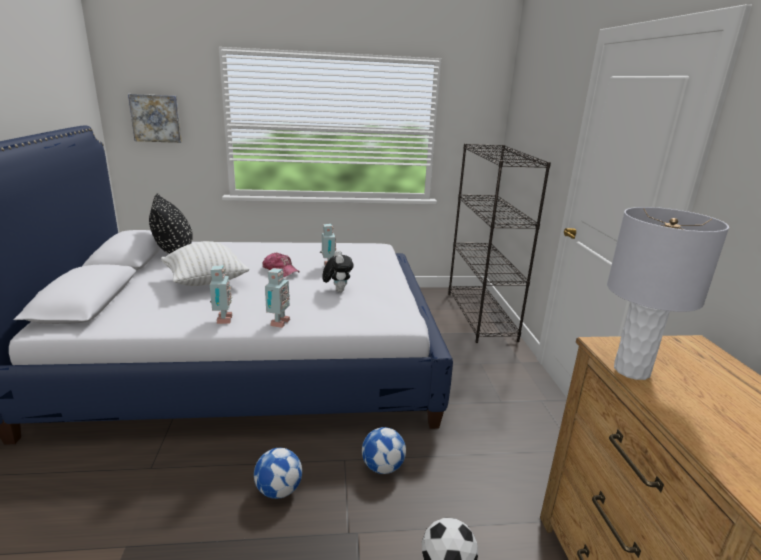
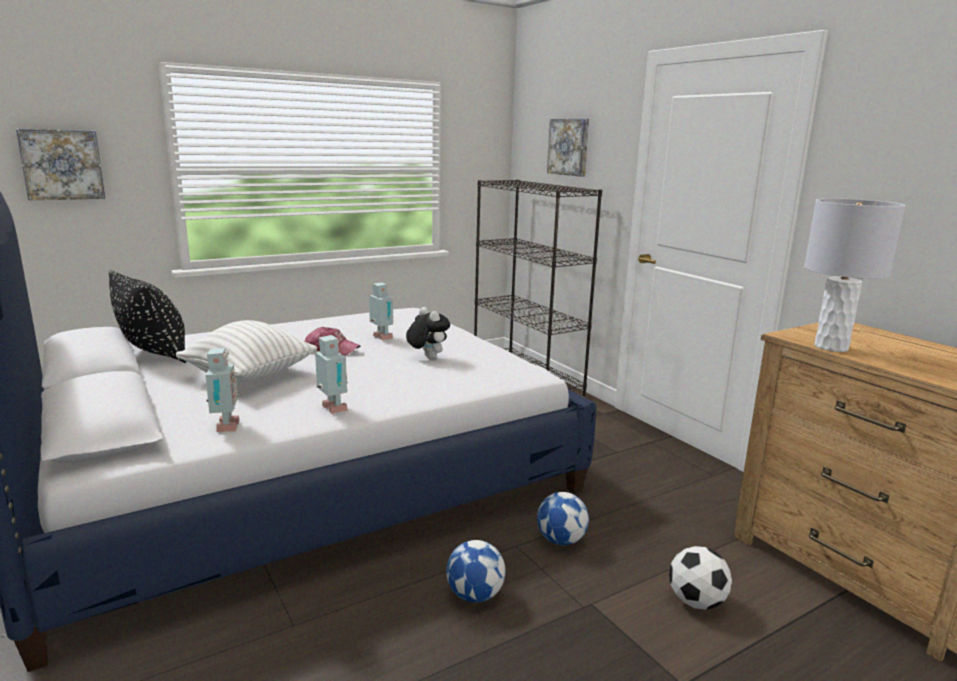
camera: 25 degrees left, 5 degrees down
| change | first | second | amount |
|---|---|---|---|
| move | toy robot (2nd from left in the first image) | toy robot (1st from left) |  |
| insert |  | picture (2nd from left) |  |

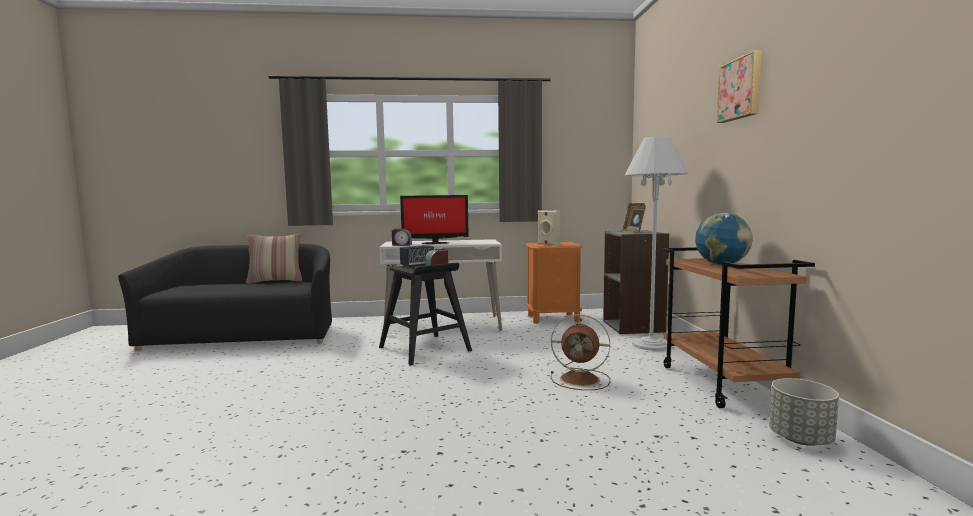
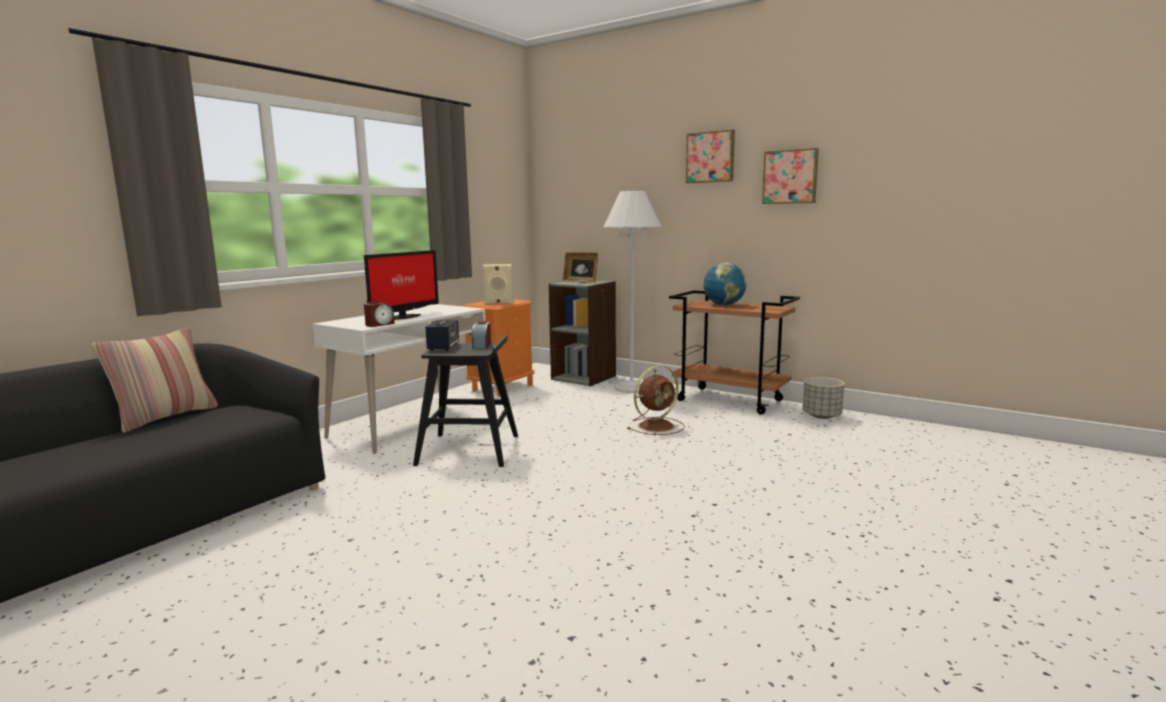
camera: 50 degrees left, 5 degrees up
| change | first | second | amount |
|---|---|---|---|
| insert |  | picture (2nd from left) |  |

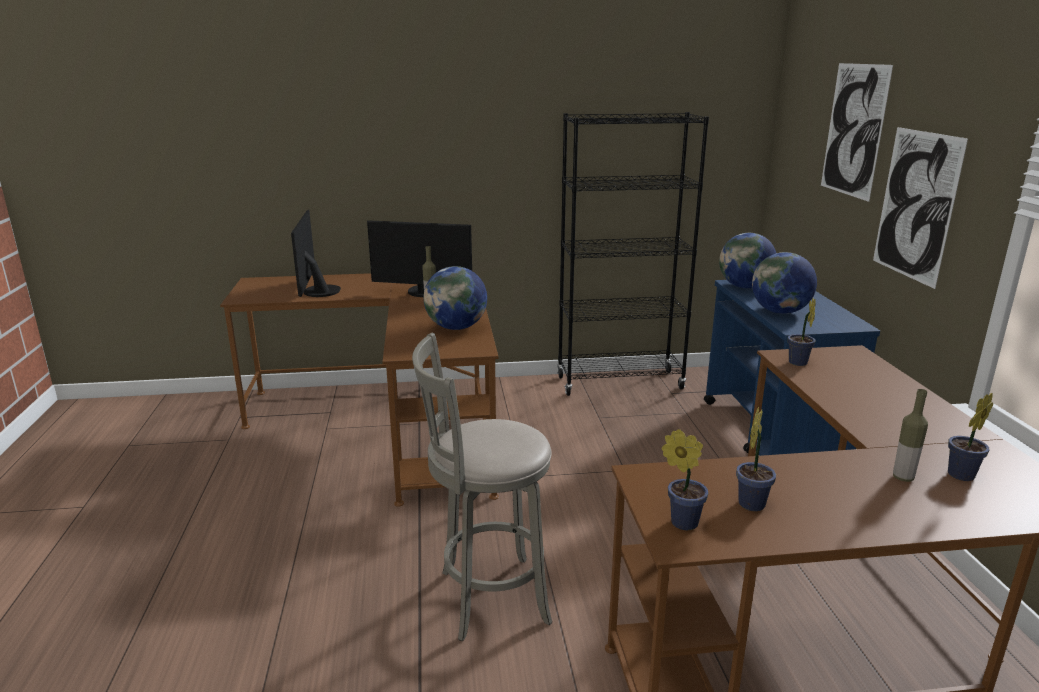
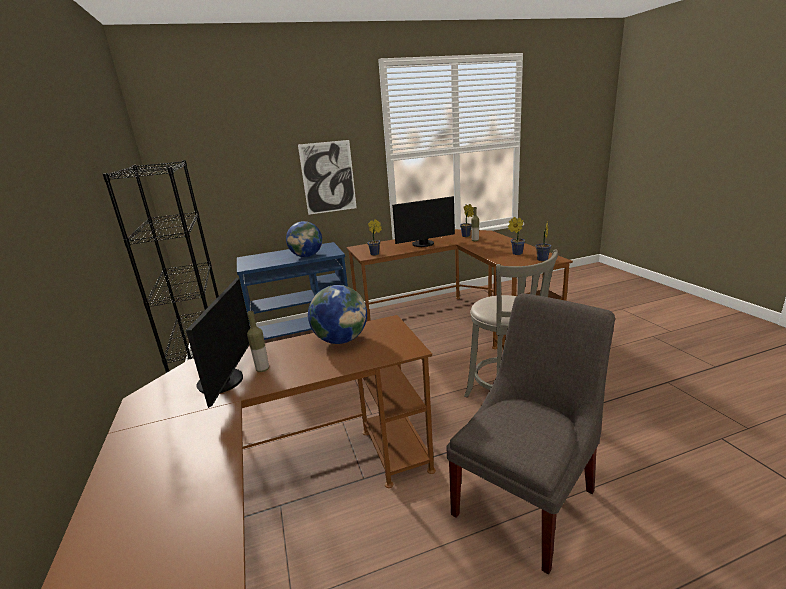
camera: 100 degrees left, 0 degrees up
| change | first | second | amount |
|---|---|---|---|
| delete | picture (1st from left) |  |  |
| move | monitor (1st from left in the first image) | monitor (2nd from left) |  |
| delete | globe (2nd from left) |  |  |
| insert |  | grey chair |  |

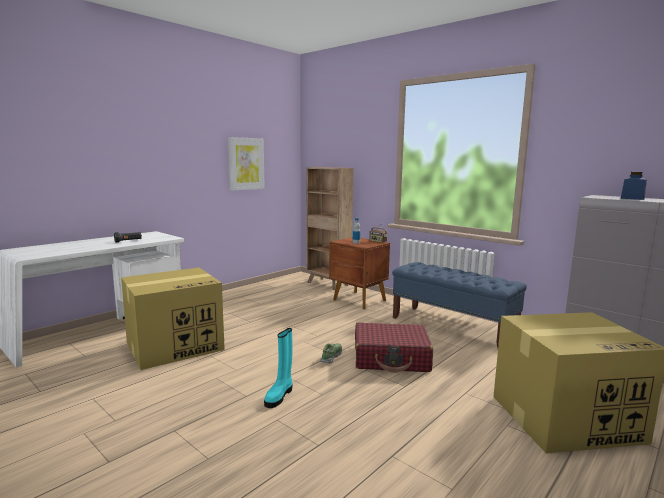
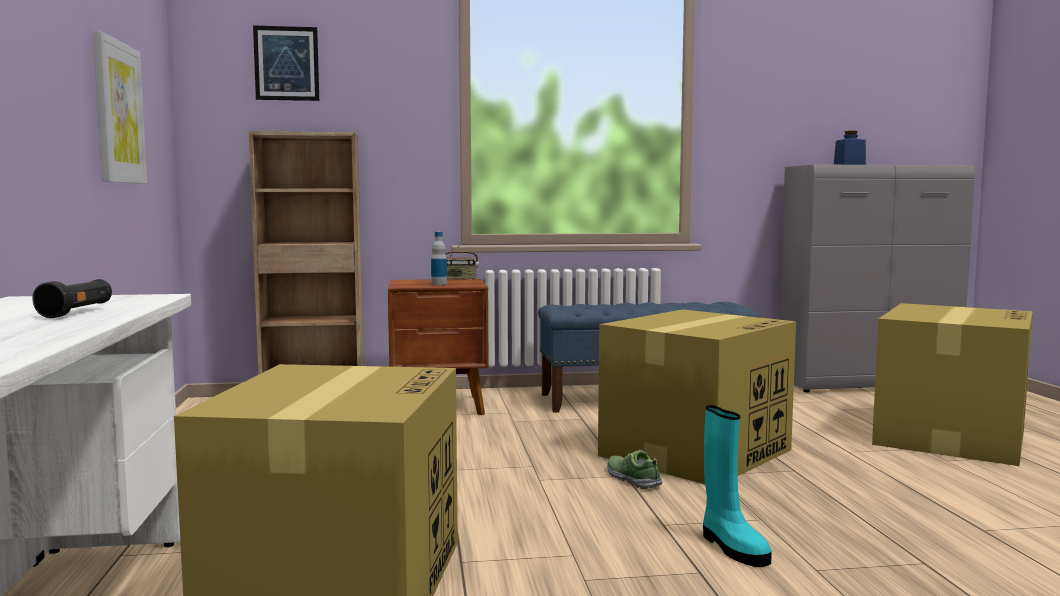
camera: 50 degrees left, 5 degrees down
| change | first | second | amount |
|---|---|---|---|
| replace | red suitcase | cardboard box (2nd from left) |  |
| insert |  | picture (2nd from left) |  |

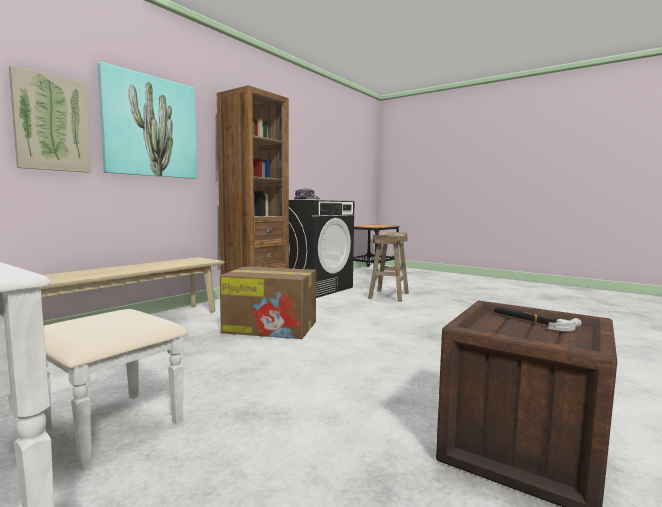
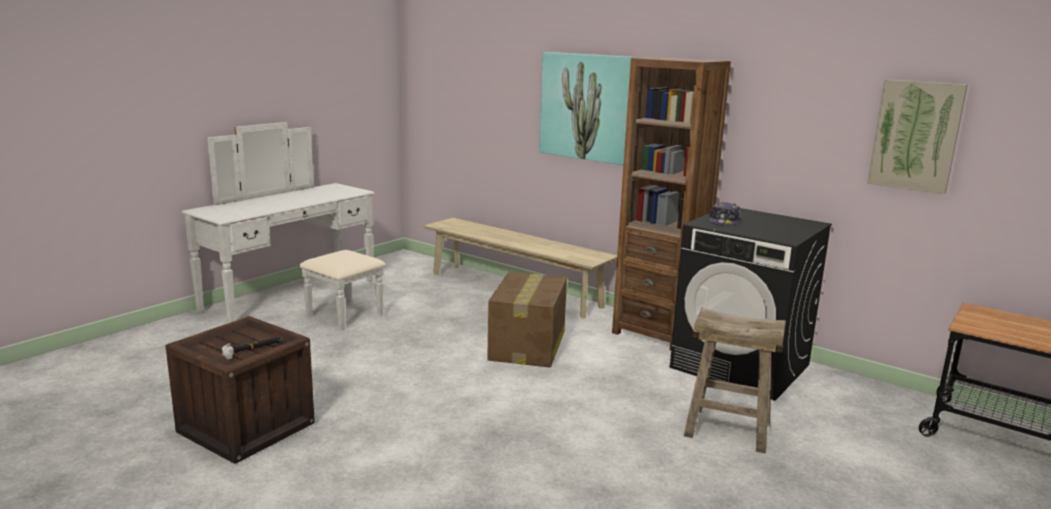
camera: 90 degrees right, 10 degrees up
| change | first | second | amount |
|---|---|---|---|
| move | picture (1st from left in the first image) | picture (2nd from left) |  |

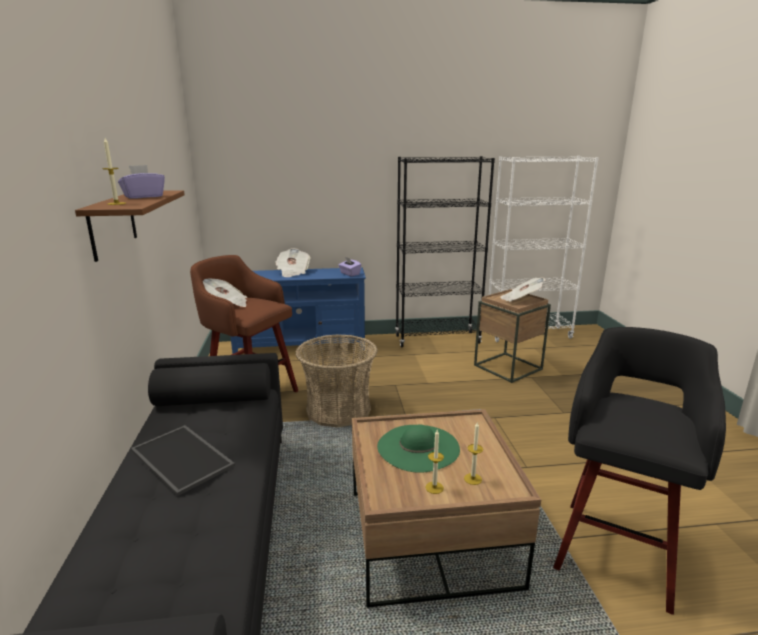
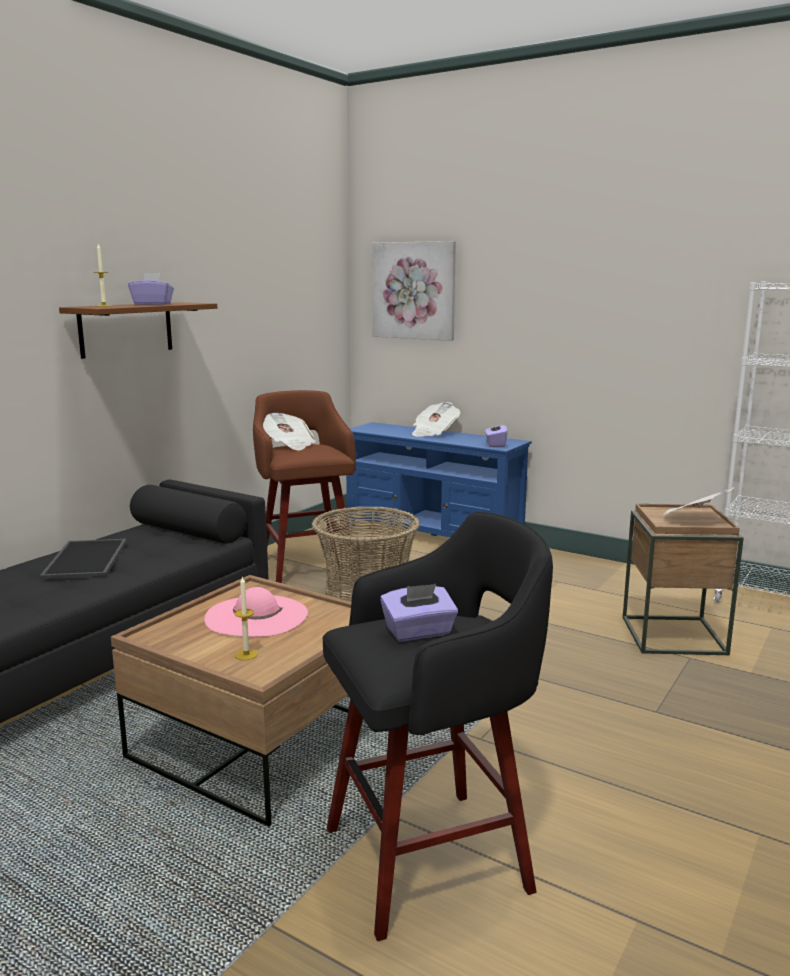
camera: 40 degrees right, 5 degrees down
| change | first | second | amount |
|---|---|---|---|
| delete | black bookcase |  |  |
| recolor | green hat | pink hat |  |
| delete | candle (2nd from left) |  |  |
| insert |  | picture |  |
| insert |  | purple tissue box (2nd from left) |  |

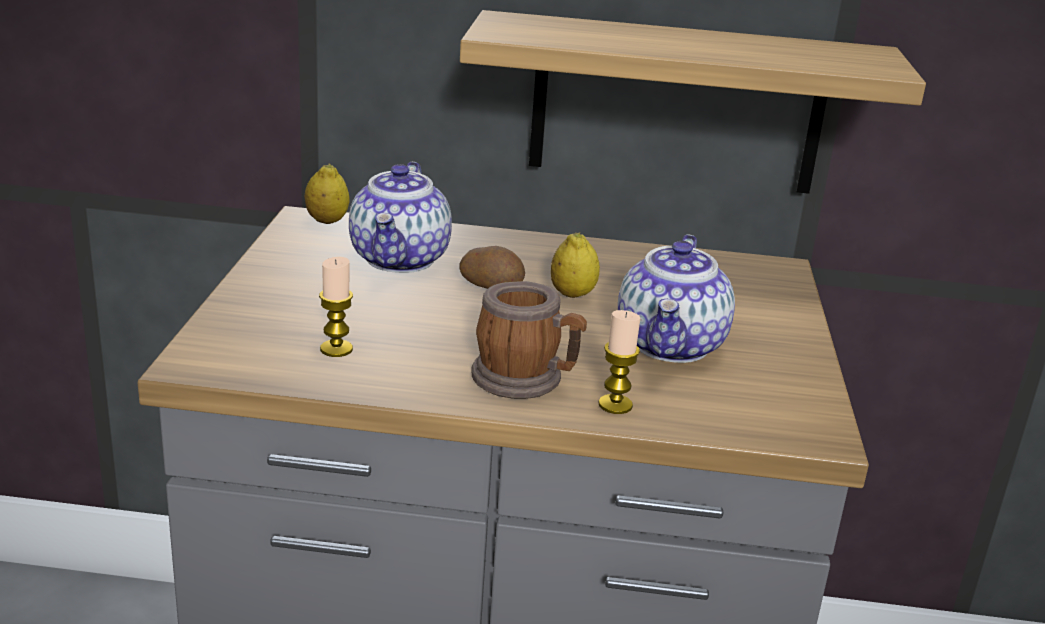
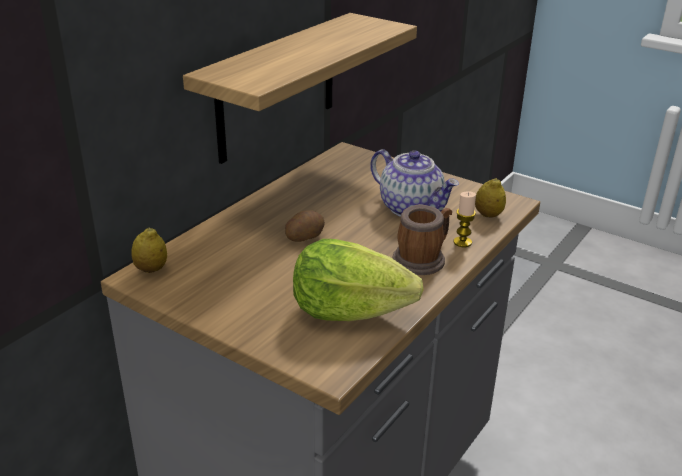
camera: 60 degrees left, 5 degrees up
| change | first | second | amount |
|---|---|---|---|
| delete | teapot (1st from left) |  |  |
| move | lemon (2nd from left) |  |  |
| replace | candle (1st from left) | lettuce |  |

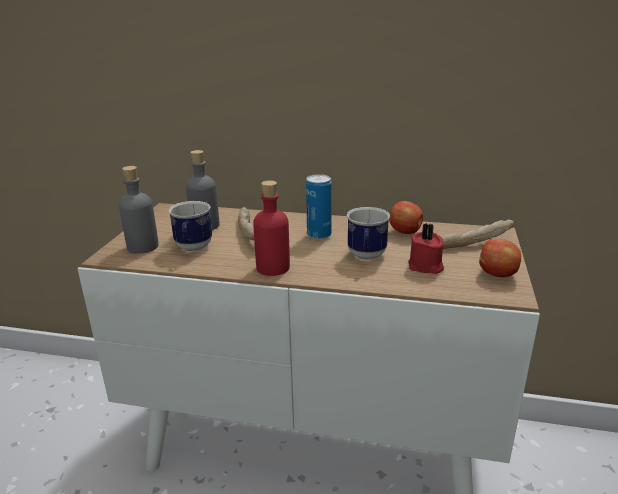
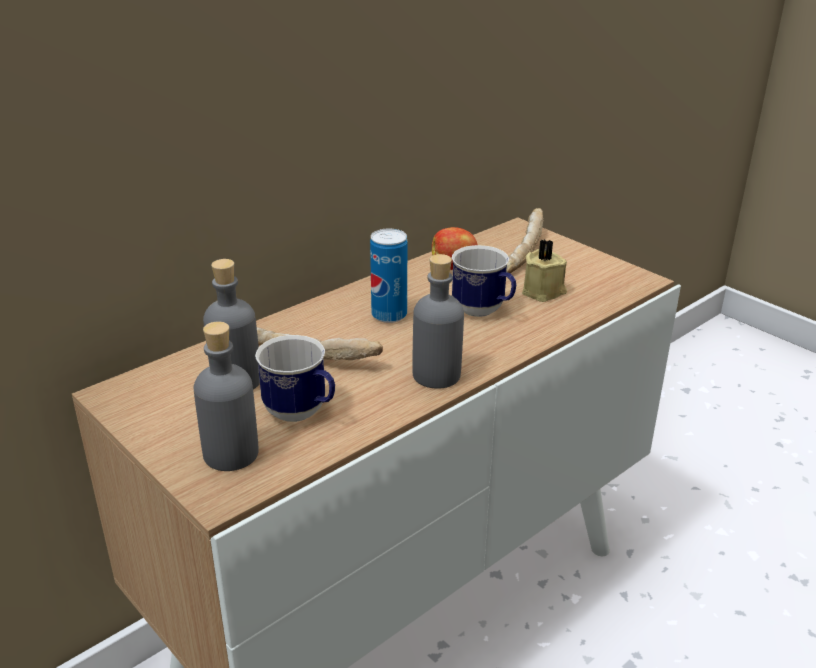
camera: 55 degrees left, 5 degrees up
| change | first | second | amount |
|---|---|---|---|
| recolor | red bottle | grey bottle (3rd from left) |  |
| recolor | red candle | beige candle |  |
| delete | apple (2nd from left) |  |  |

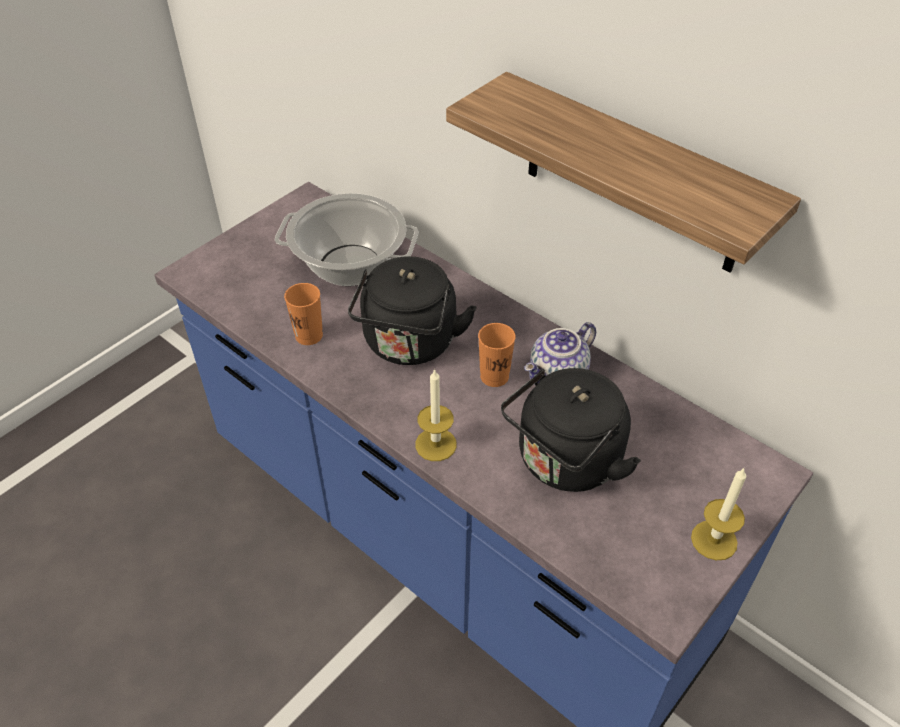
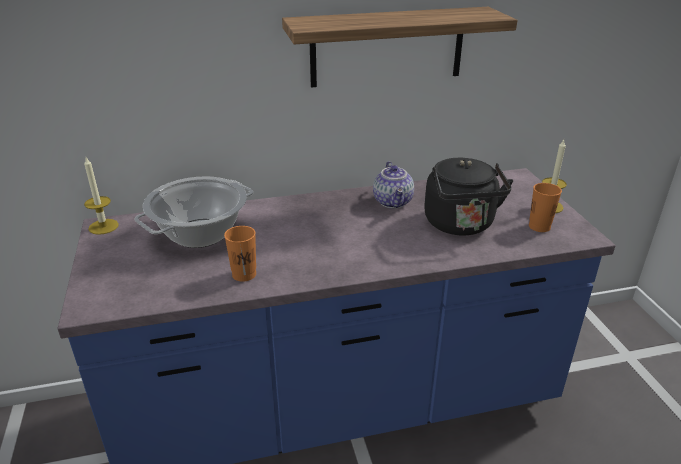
camera: 55 degrees left, 15 degrees down
| change | first | second | amount |
|---|---|---|---|
| delete | black kettle (1st from left) |  |  |
| move | orange cup (2nd from left) |  |  |
| move | candle (1st from left) |  |  |

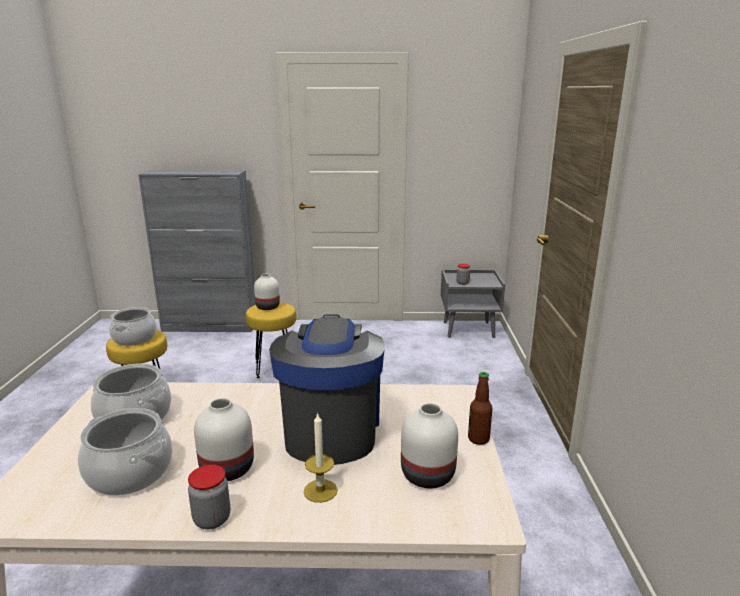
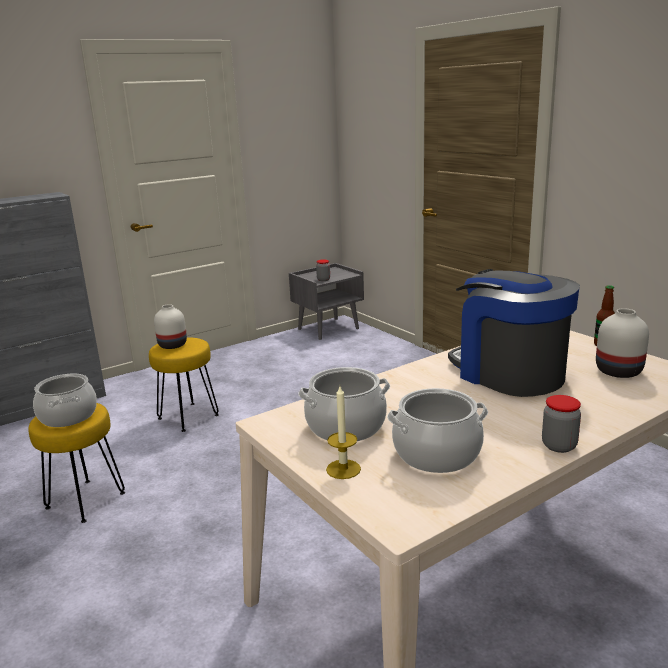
camera: 35 degrees left, 0 degrees up
| change | first | second | amount |
|---|---|---|---|
| delete | white vase (1st from left) |  |  |
| move | candle |  |  |

